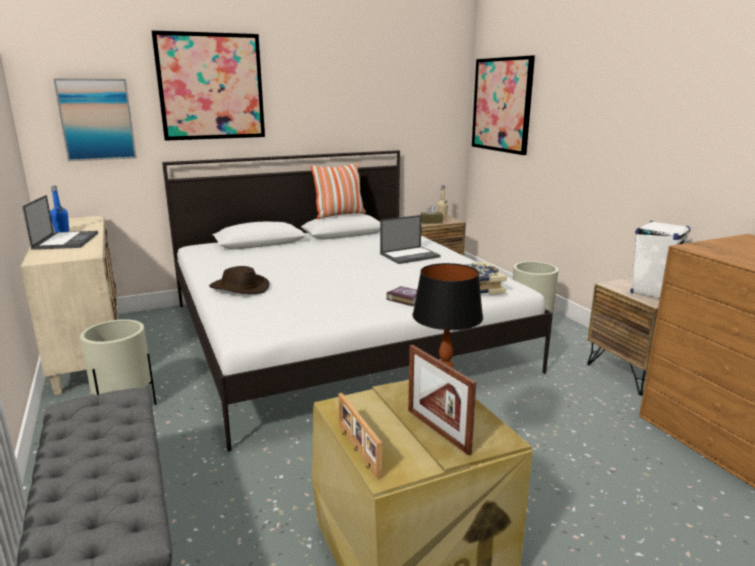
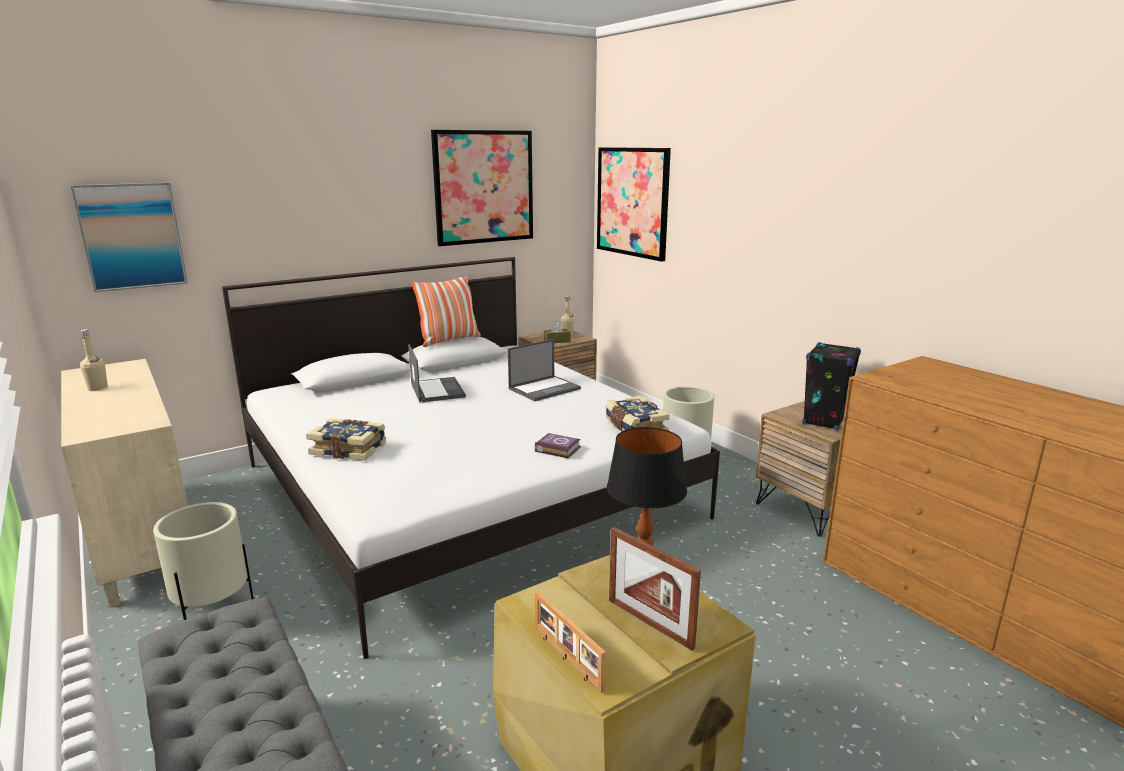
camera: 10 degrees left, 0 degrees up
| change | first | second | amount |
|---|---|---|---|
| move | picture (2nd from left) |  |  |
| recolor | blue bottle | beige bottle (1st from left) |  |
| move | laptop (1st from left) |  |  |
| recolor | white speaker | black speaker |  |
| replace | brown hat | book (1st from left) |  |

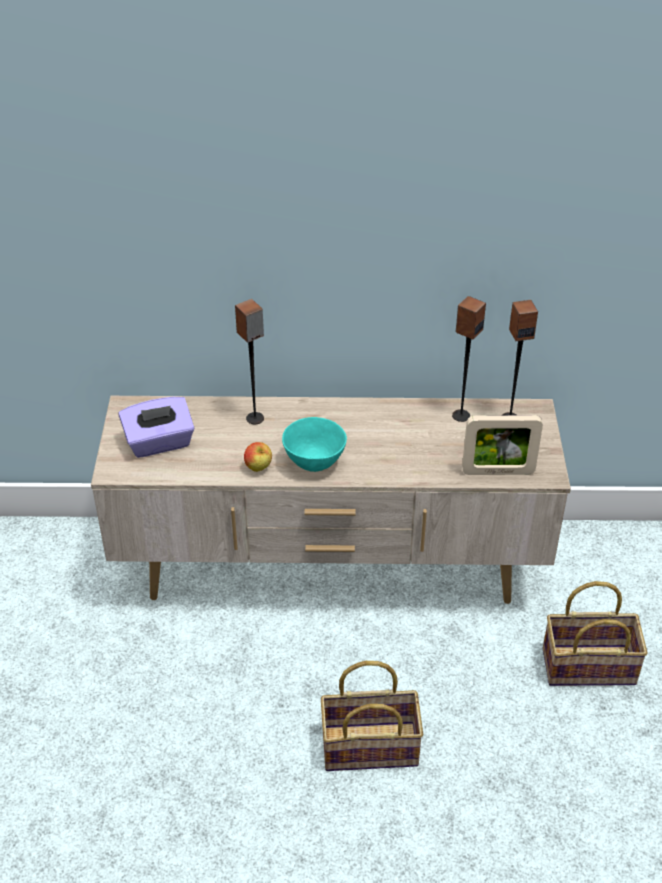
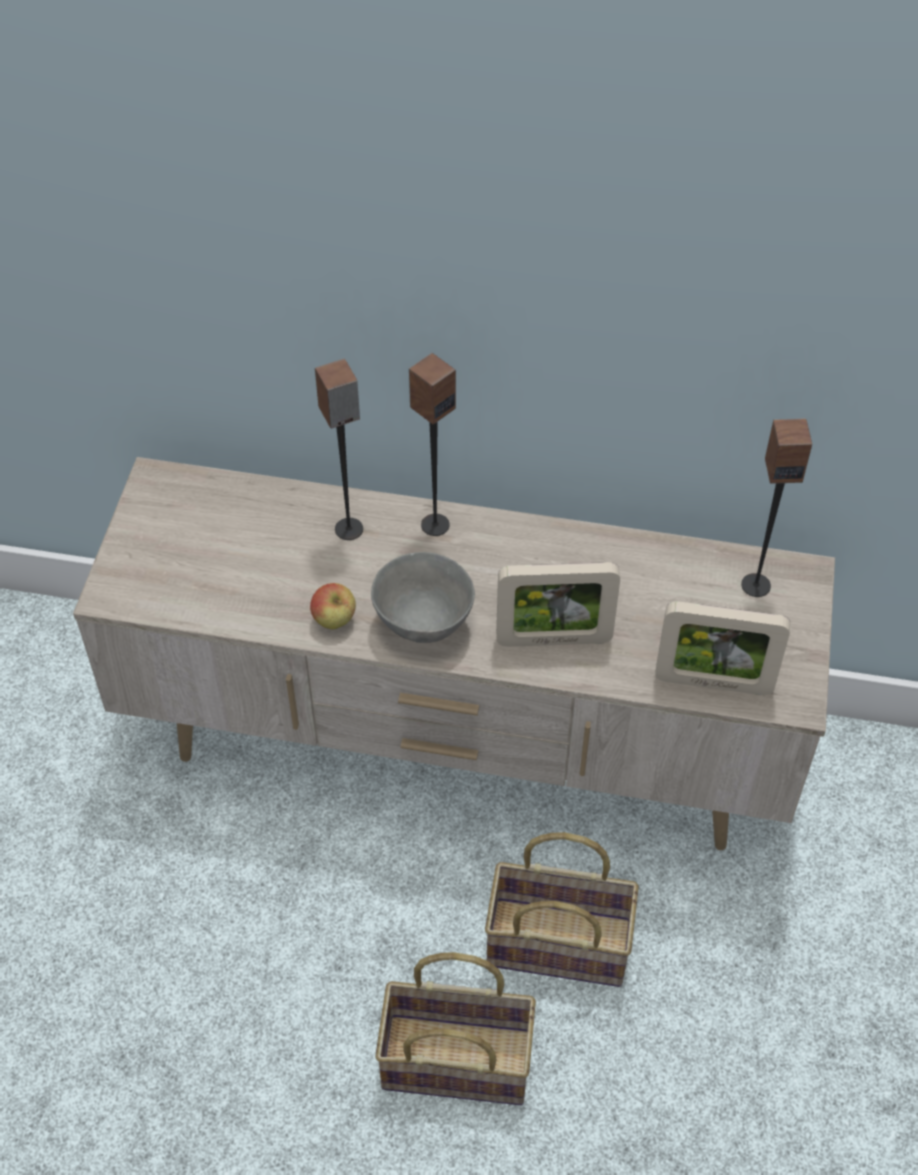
camera: 10 degrees right, 10 degrees up
| change | first | second | amount |
|---|---|---|---|
| move | speaker (2nd from left) |  |  |
| delete | purple tissue box |  |  |
| recolor | turquoise bowl | grey bowl |  |
| move | basket (2nd from left) |  |  |
| insert |  | picture frame (1st from left) |  |

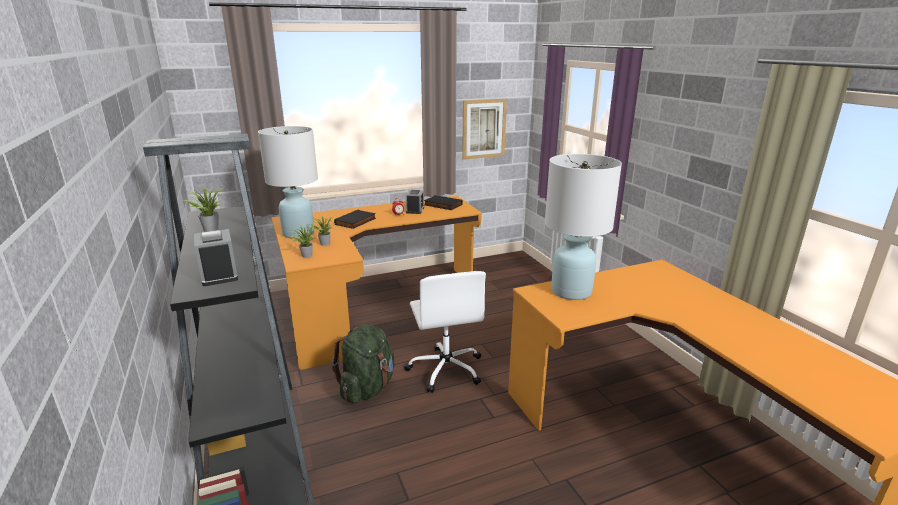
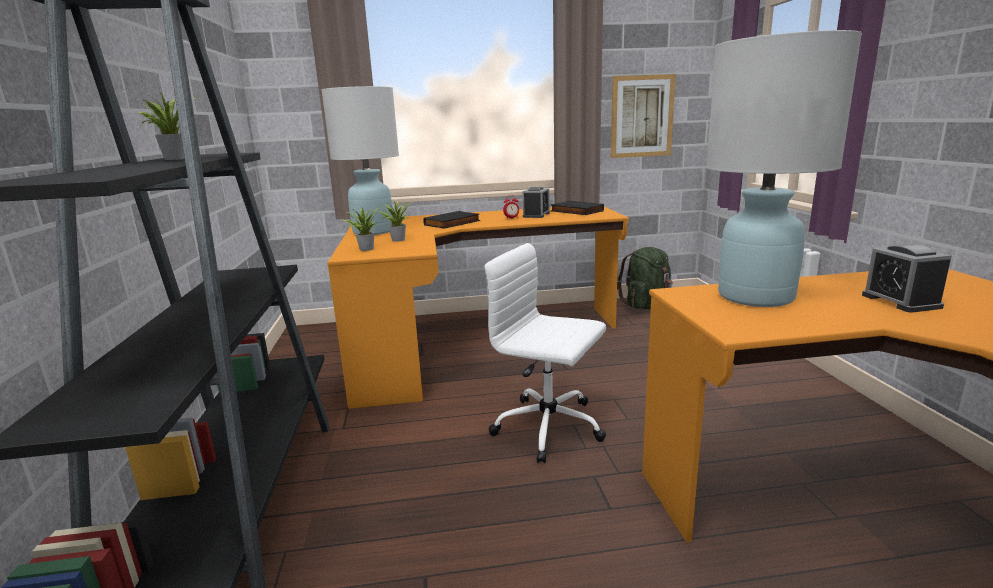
camera: 15 degrees right, 5 degrees down
| change | first | second | amount |
|---|---|---|---|
| move | alarm clock (1st from left in the first image) | alarm clock (3rd from left) |  |
| rotate | white office chair |  | 120 degrees clockwise |
| move | green backpack |  |  |

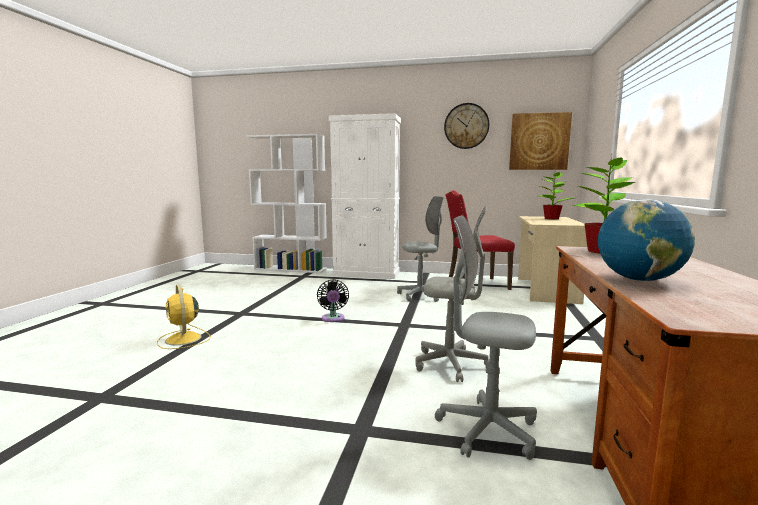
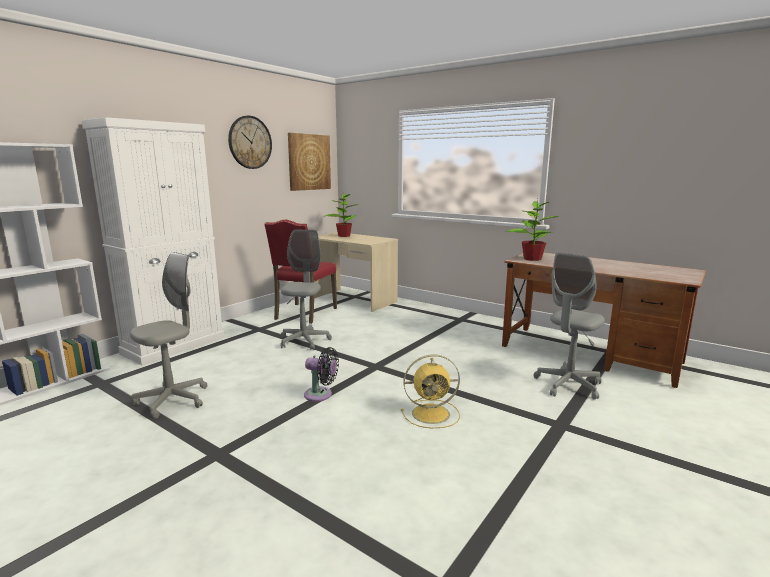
camera: 65 degrees left, 5 degrees up
| change | first | second | amount |
|---|---|---|---|
| delete | globe |  |  |
| move | grey office chair (2nd from left in the first image) | grey office chair (1st from left) |  |
| move | yellow fan |  |  |

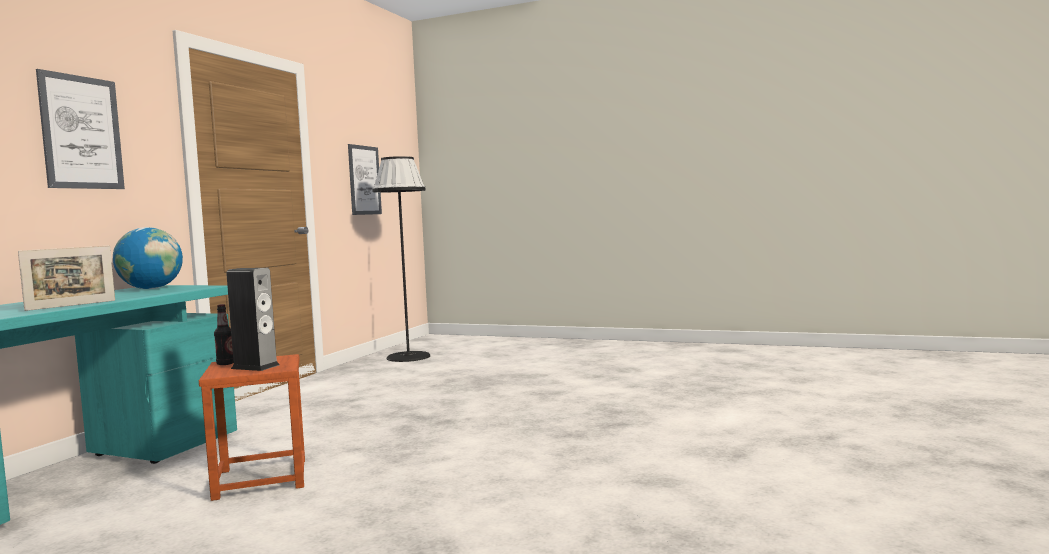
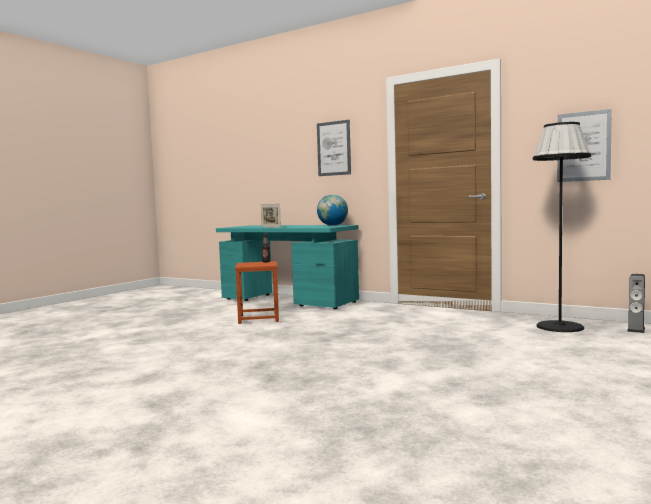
camera: 100 degrees right, 0 degrees up
| change | first | second | amount |
|---|---|---|---|
| move | speaker |  |  |

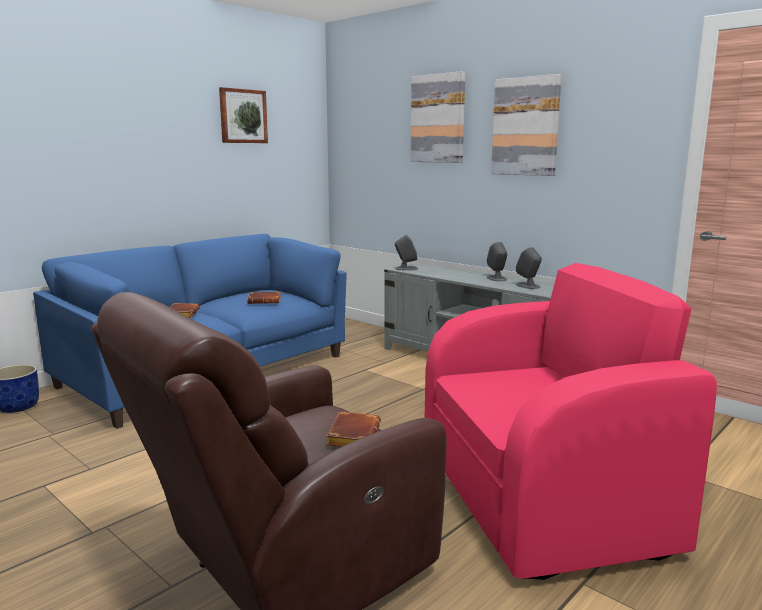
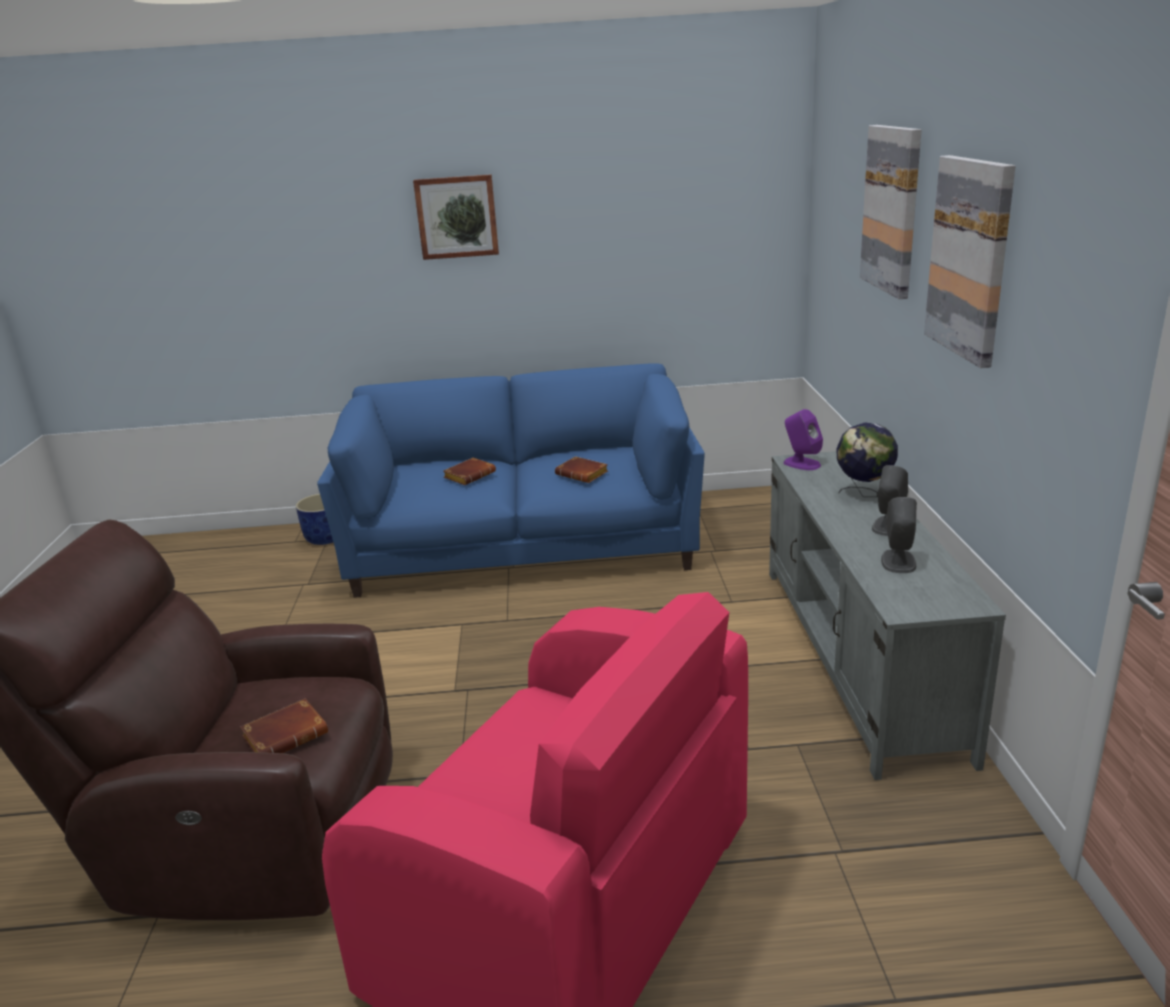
camera: 45 degrees right, 10 degrees up
| change | first | second | amount |
|---|---|---|---|
| move | picture (1st from left) |  |  |
| recolor | grey speaker (1st from left) | purple speaker |  |
| insert |  | globe |  |

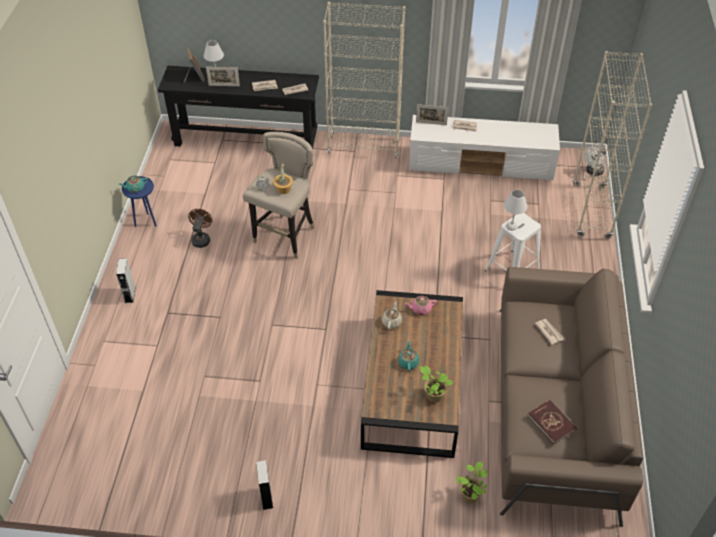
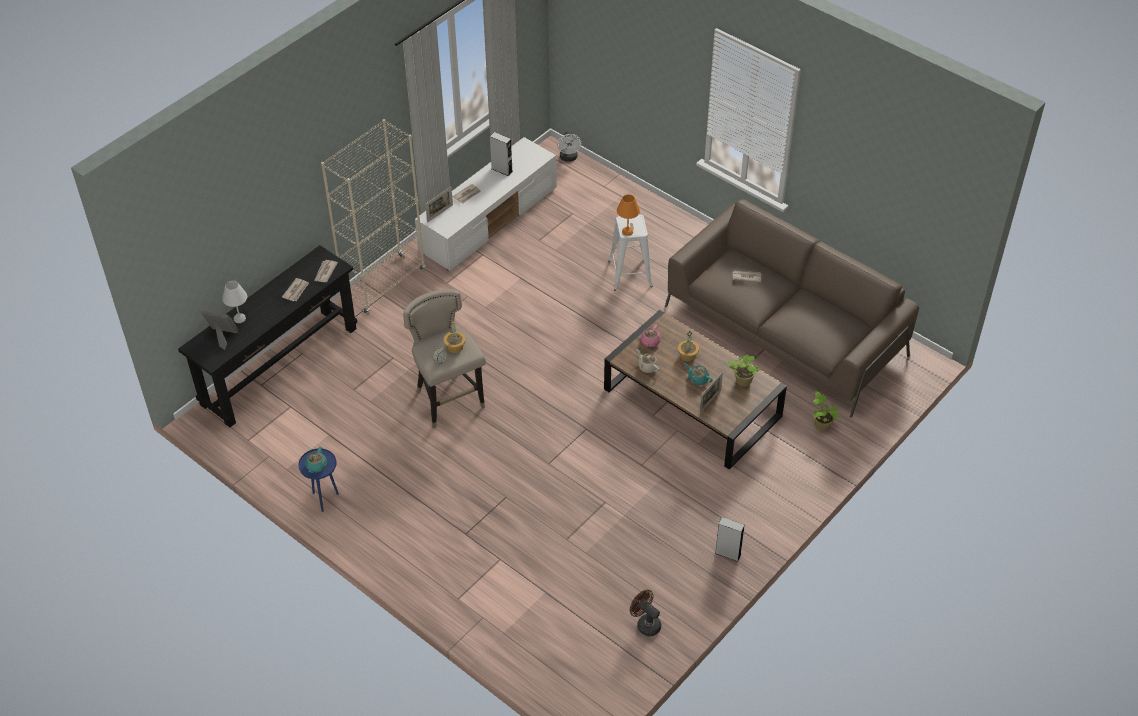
camera: 55 degrees left, 0 degrees up
| change | first | second | amount |
|---|---|---|---|
| delete | beige bookcase (2nd from left) |  |  |
| move | picture frame (2nd from left in the first image) | picture frame (3rd from left) |  |
| recolor | white table lamp (2nd from left) | orange table lamp |  |
| move | brown fan |  |  |
| move | grey speaker (1st from left) |  |  |
| delete | red book |  |  |
| insert |  | potted plant (2nd from left) |  |

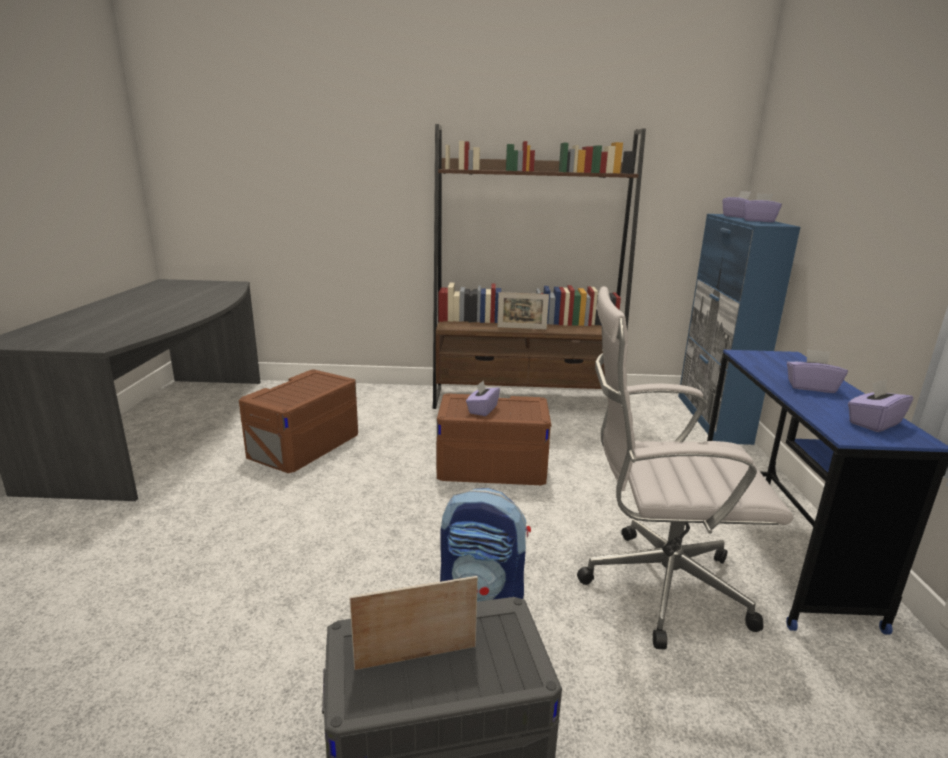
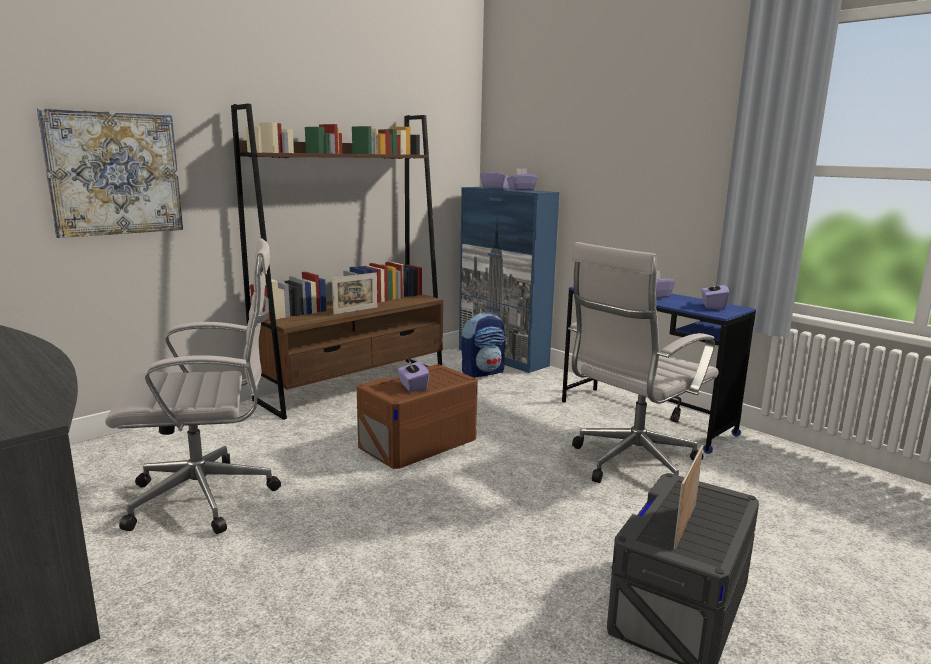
camera: 45 degrees left, 5 degrees down
| change | first | second | amount |
|---|---|---|---|
| replace | brown storage box (1st from left) | white office chair (1st from left) |  |
| move | backpack |  |  |
| insert |  | picture |  |

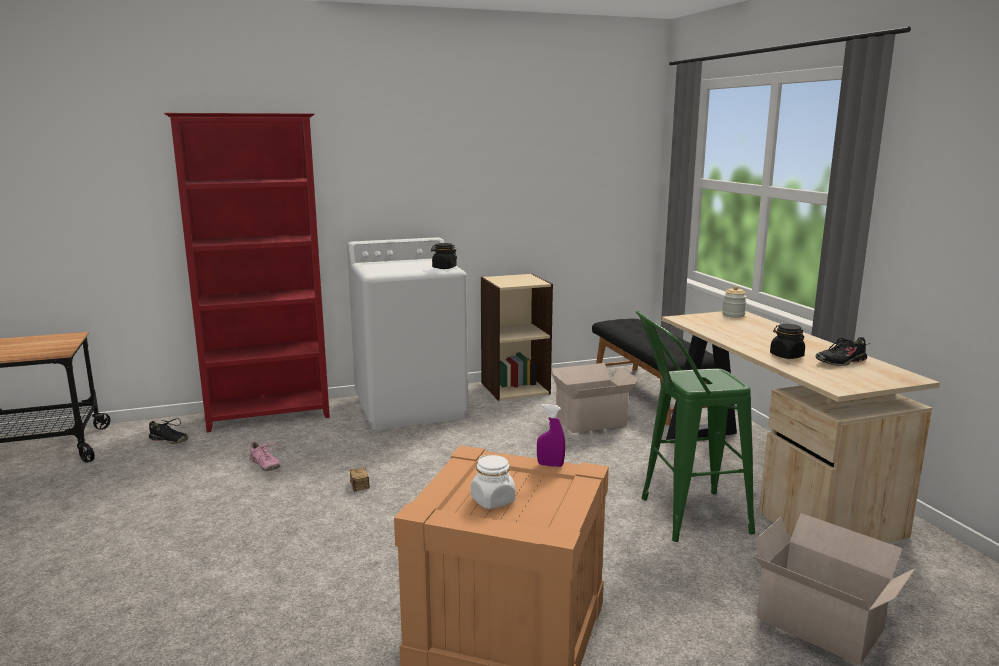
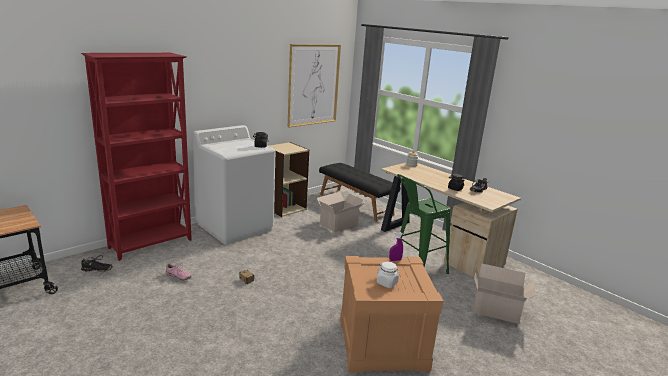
camera: 25 degrees left, 5 degrees up
| change | first | second | amount |
|---|---|---|---|
| insert |  | picture |  |

